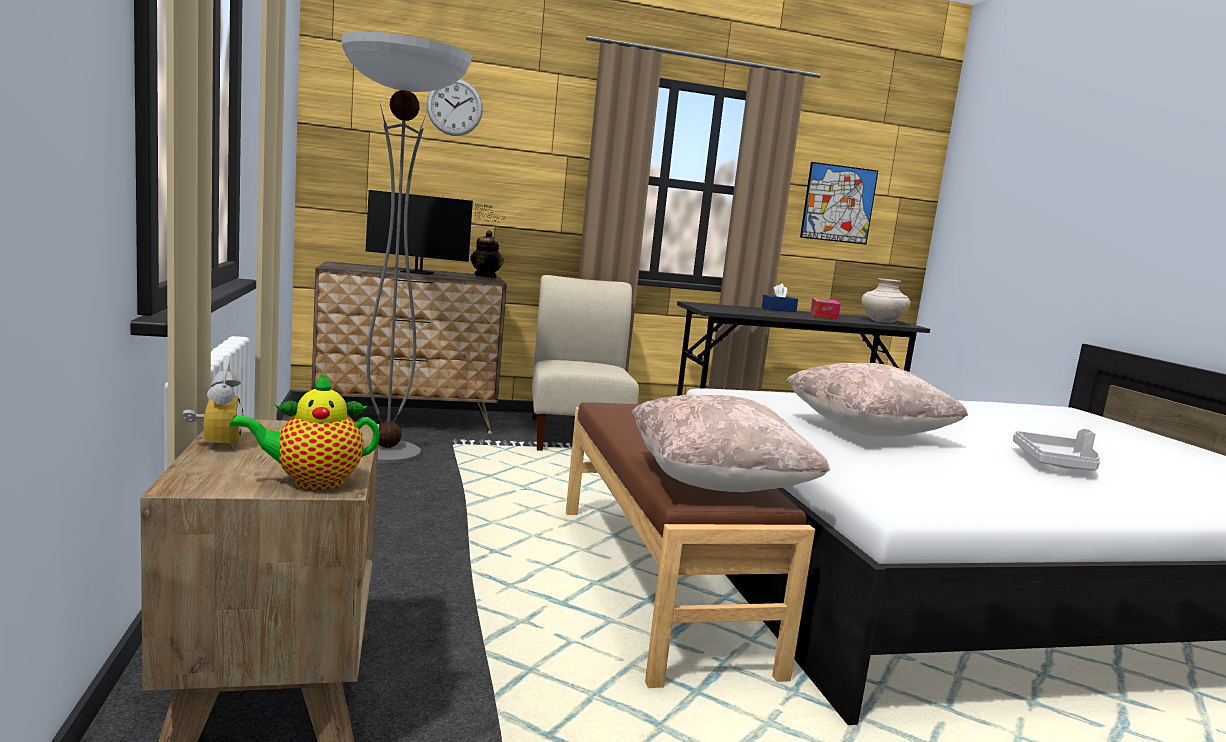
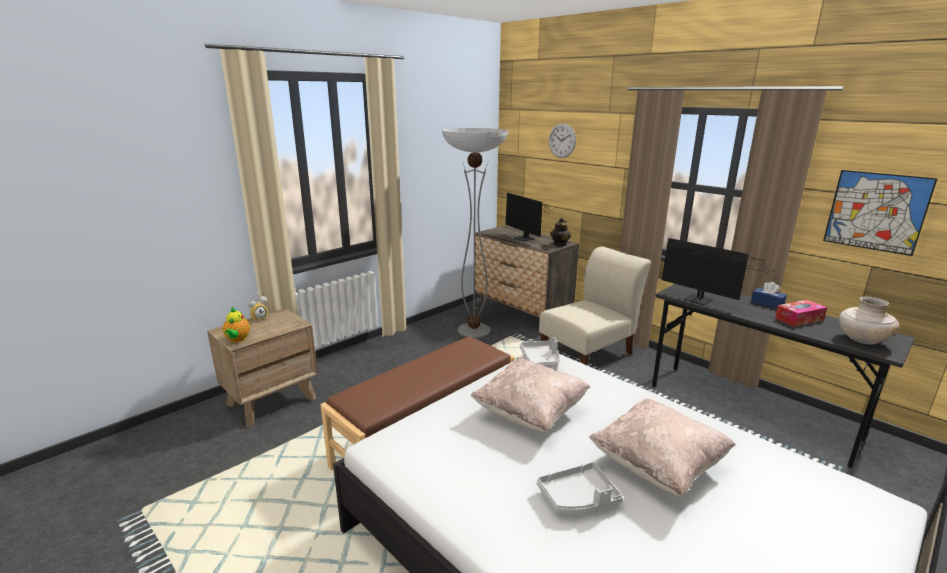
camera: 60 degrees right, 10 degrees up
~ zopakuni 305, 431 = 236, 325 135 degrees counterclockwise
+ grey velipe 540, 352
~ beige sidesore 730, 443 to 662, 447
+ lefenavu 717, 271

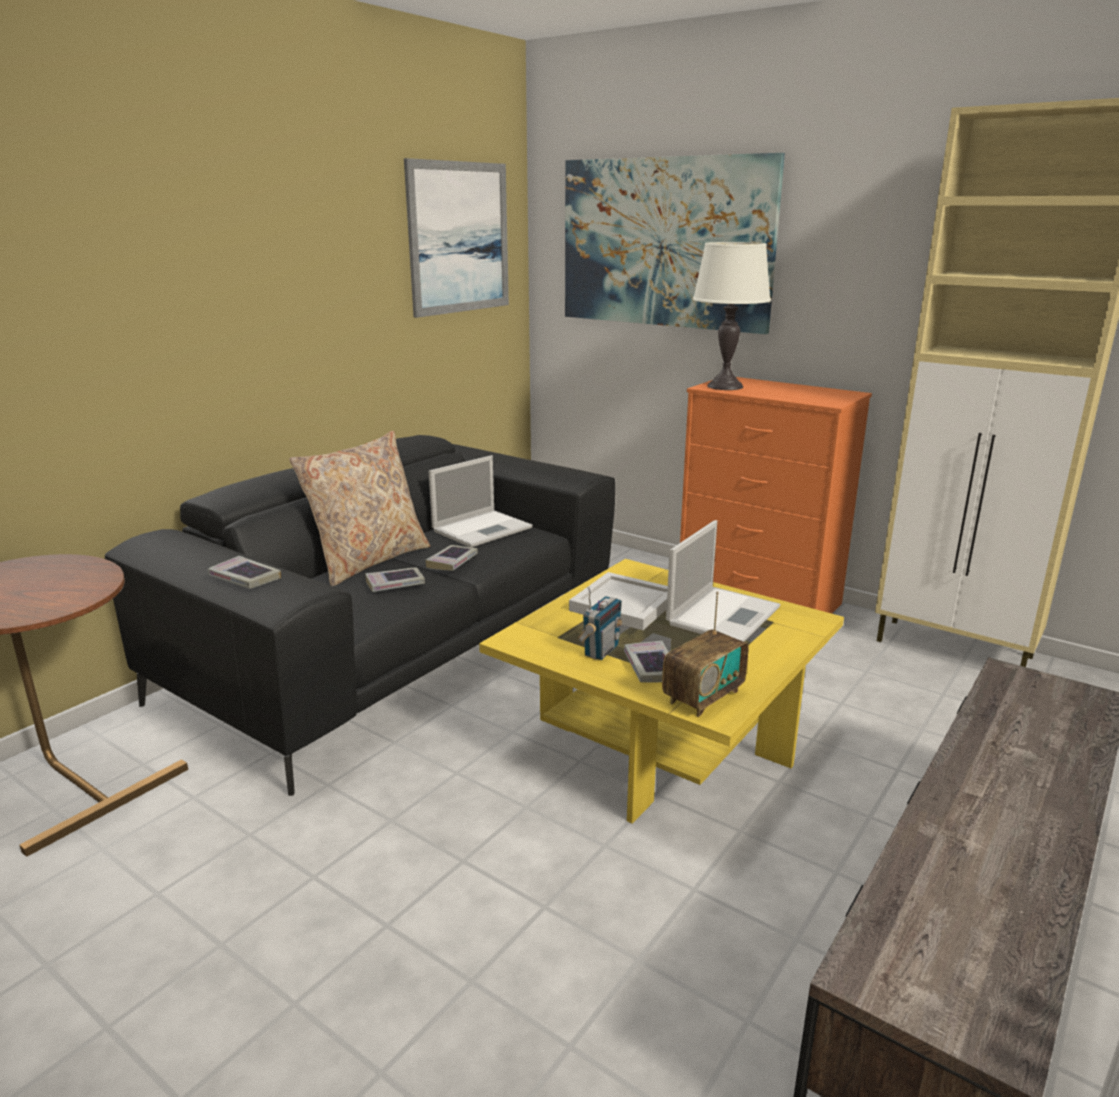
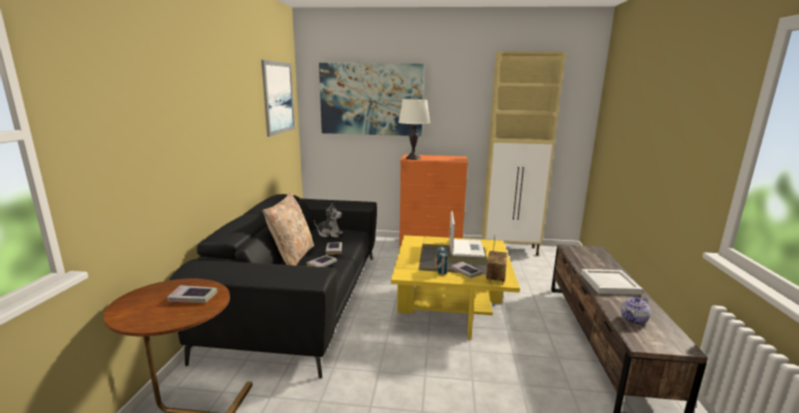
camera: 30 degrees left, 5 degrees down
~ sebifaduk 244, 572 to 192, 294
~ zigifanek 480, 501 to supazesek 328, 220
~ white velipe 618, 601 to 612, 282
+ zopakuni 636, 311

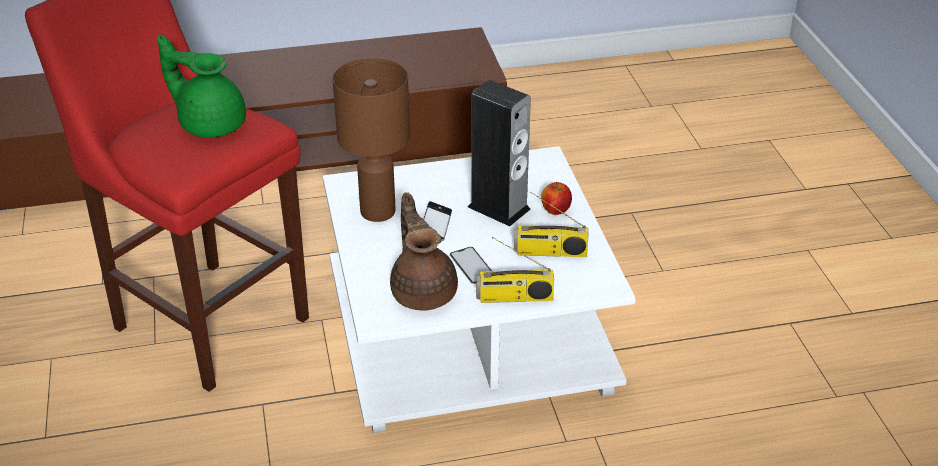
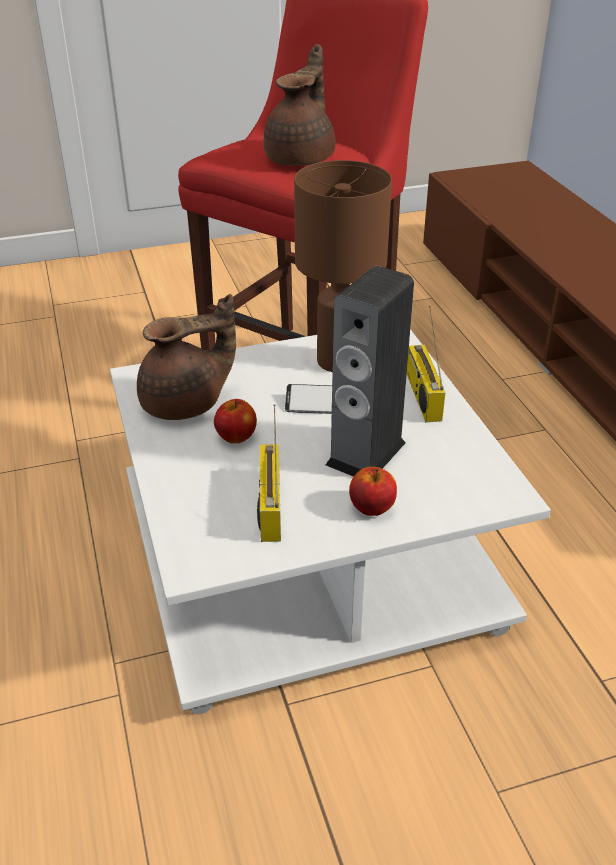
camera: 85 degrees right, 0 degrees up
~ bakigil 471, 265 to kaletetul 235, 421
~ green zopakuni 201, 86 to brown zopakuni 300, 105
~ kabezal 515, 270 to 426, 364

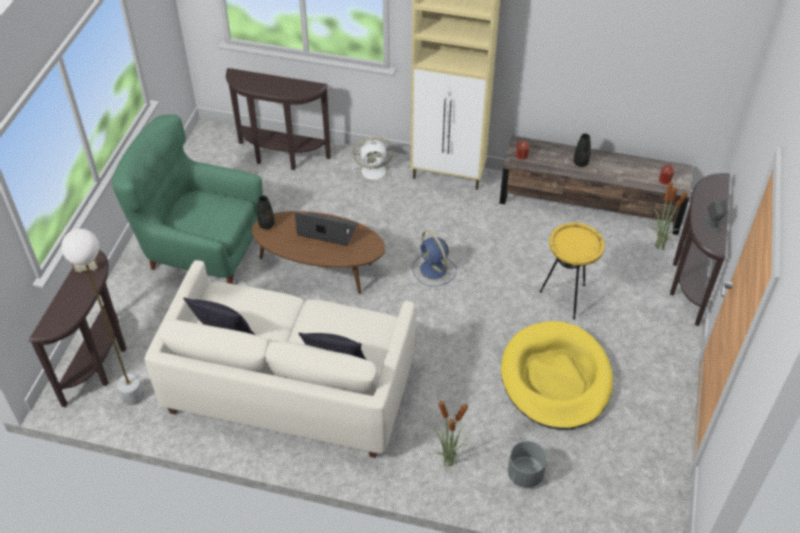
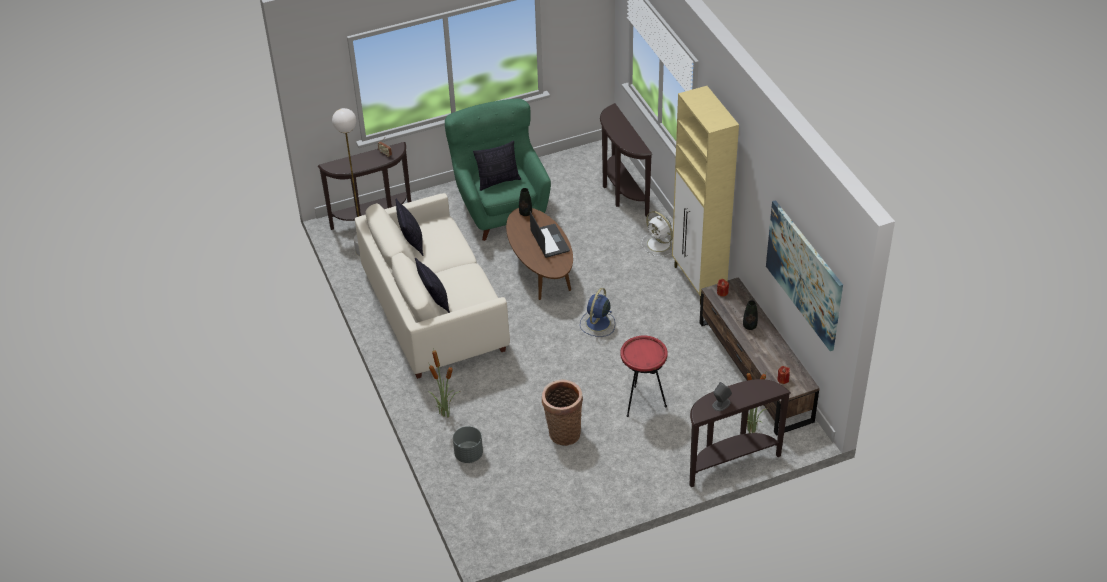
camera: 55 degrees right, 5 degrees down
+ sidesore 497, 166
~ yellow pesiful 557, 375 to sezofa 562, 413
~ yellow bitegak 572, 271 to red bitegak 644, 376
+ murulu 804, 275

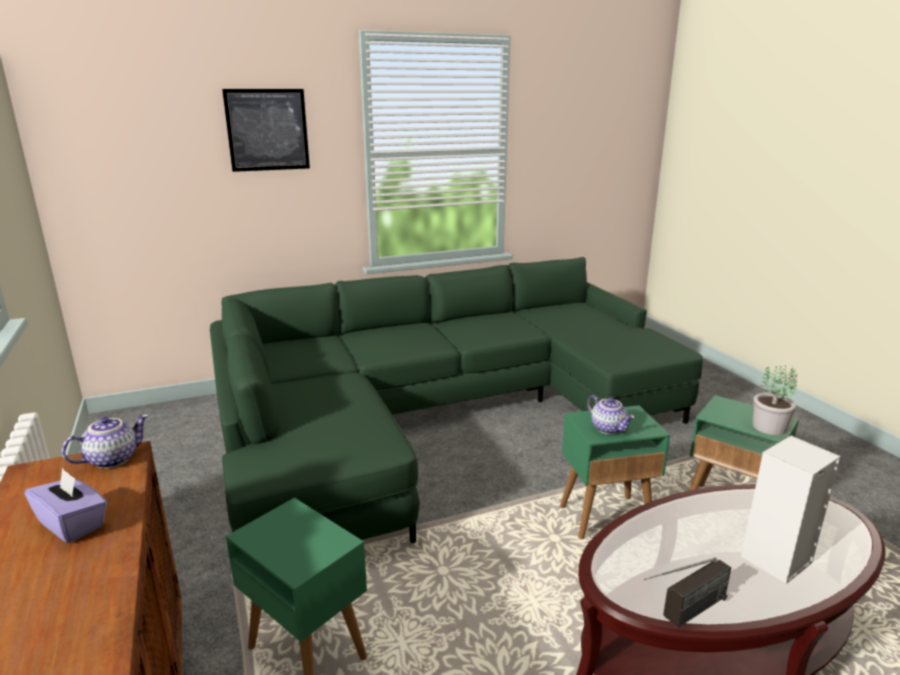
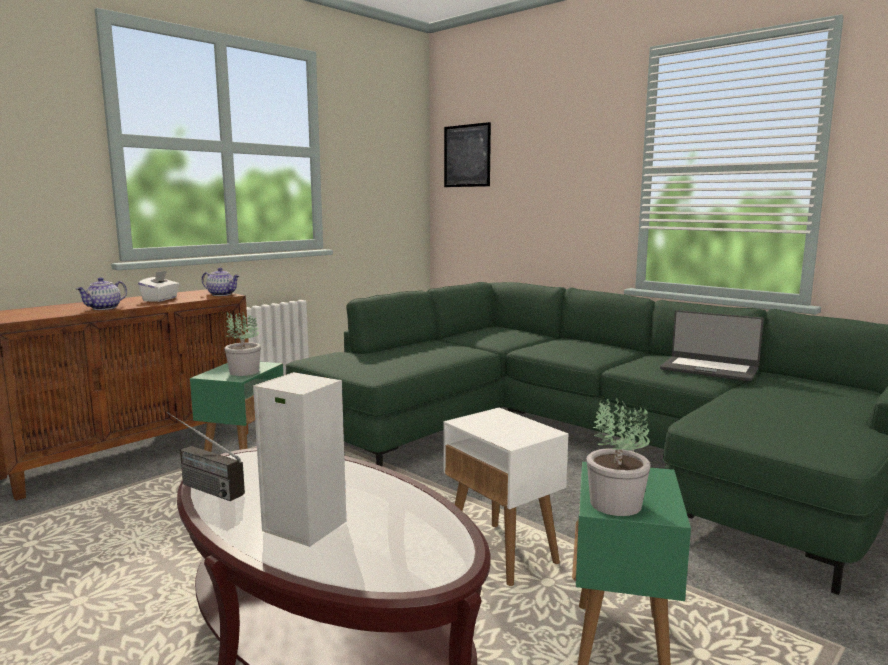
camera: 65 degrees right, 10 degrees down
~ zopakuni 611, 414 to 101, 293
~ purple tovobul 66, 505 to white tovobul 158, 286
+ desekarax 243, 344
~ murulu 266, 130 to 467, 154
~ green bitegak 615, 472 to white bitegak 506, 497
+ zigifanek 712, 345

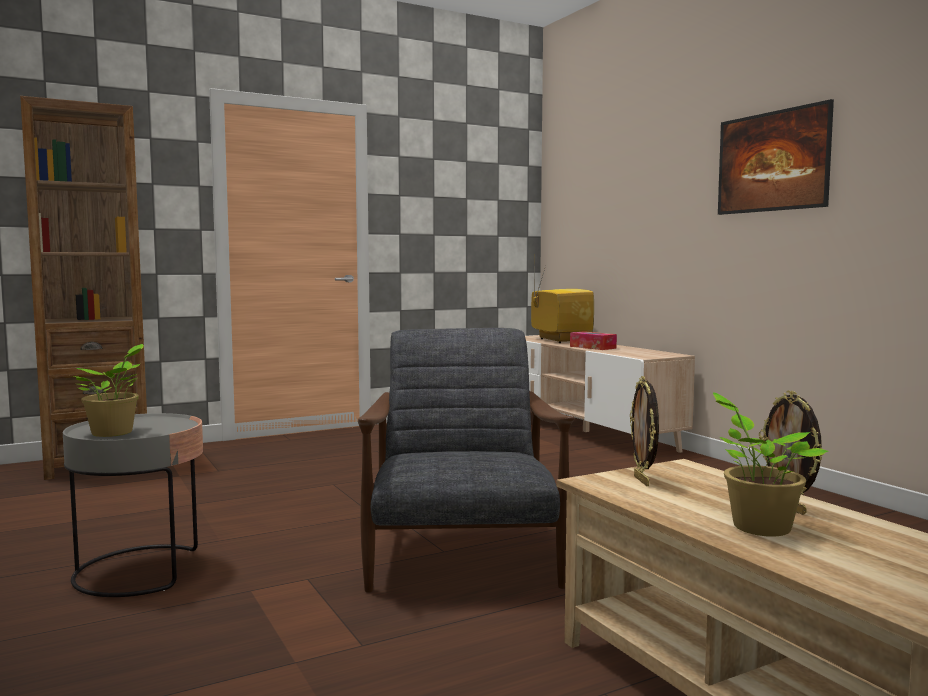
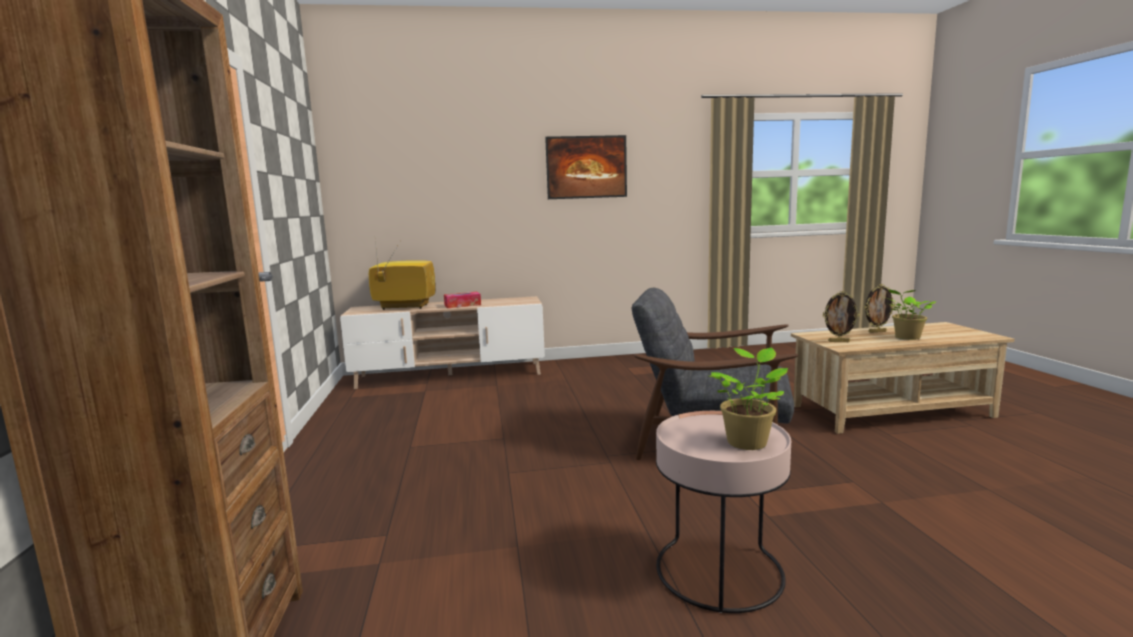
camera: 70 degrees left, 5 degrees up
~ grey bitegak 133, 505 to pink bitegak 723, 512

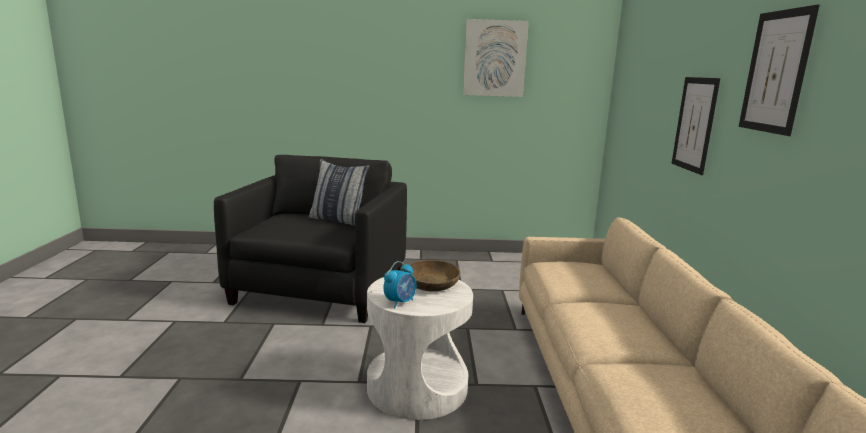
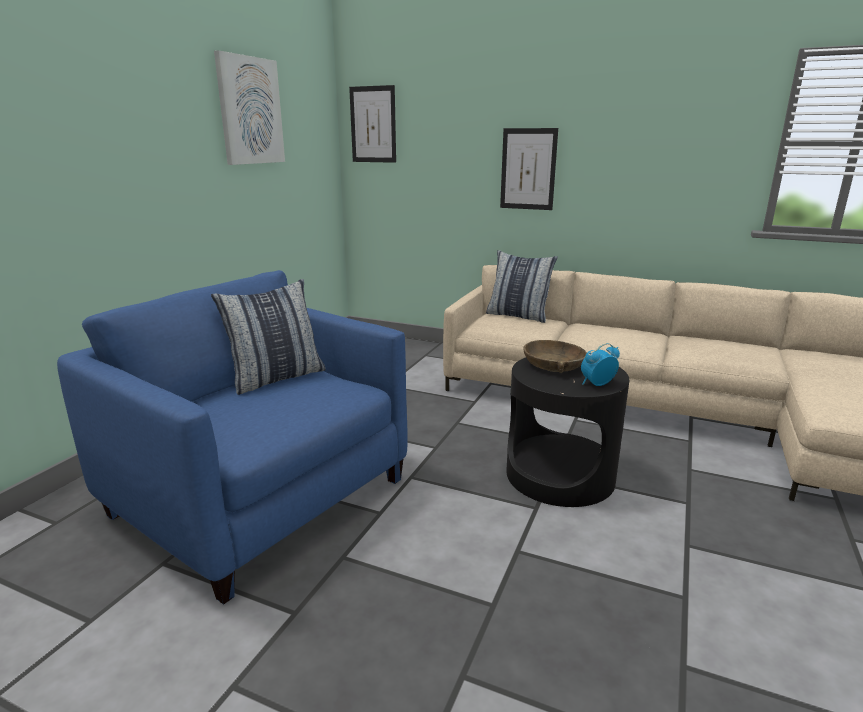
camera: 65 degrees left, 5 degrees up
~ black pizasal 310, 239 to blue pizasal 232, 437
~ murulu 779, 70 to 372, 124
+ sidesore 522, 286
~ white bitegak 420, 348 to black bitegak 567, 432
~ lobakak 399, 284 = 600, 364 90 degrees counterclockwise

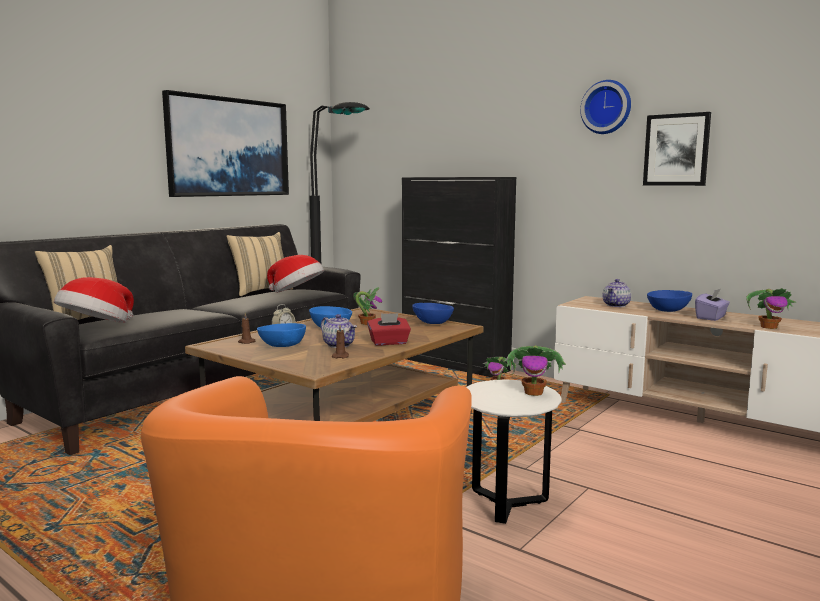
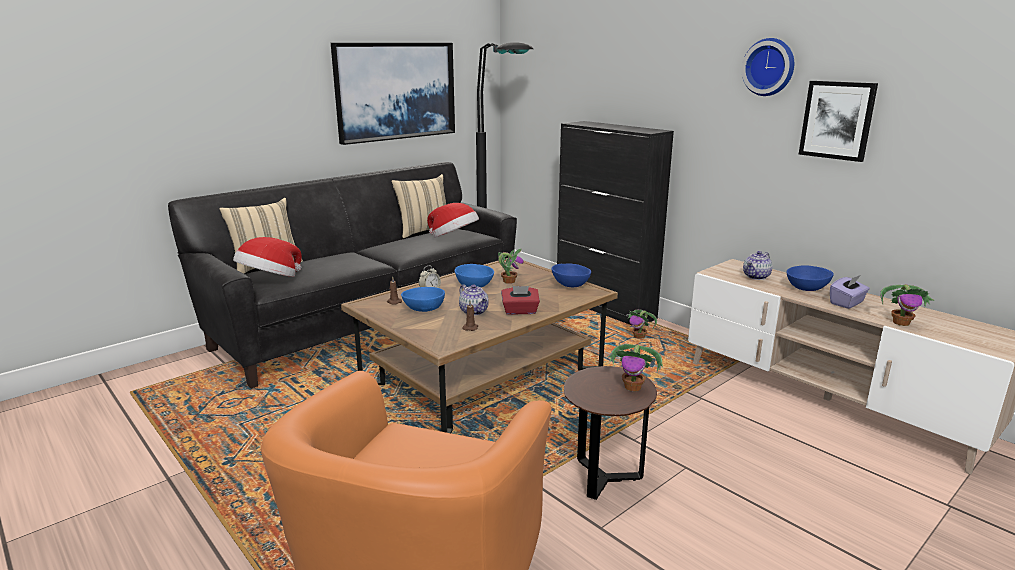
camera: 10 degrees right, 10 degrees up
~ white bitegak 513, 452 to brown bitegak 610, 433

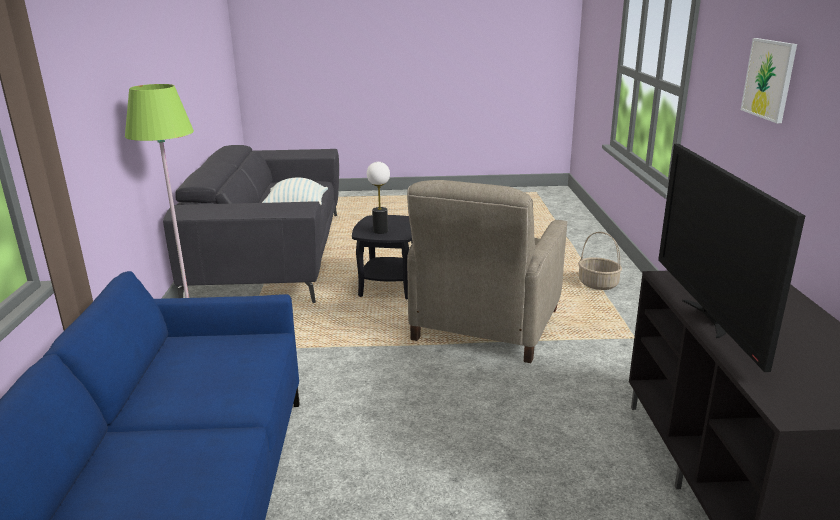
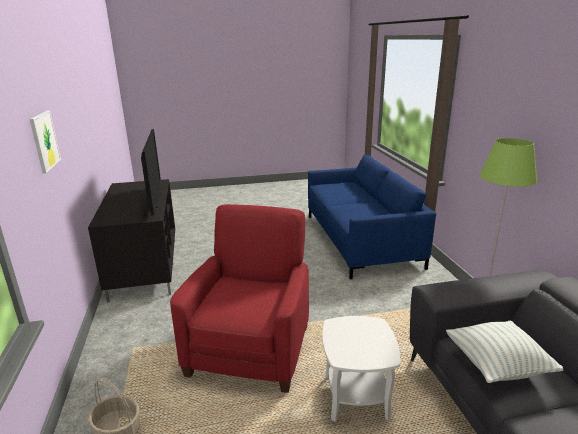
camera: 170 degrees right, 0 degrees up
~ beige pizasal 487, 271 to red pizasal 239, 298
~ black bitegak 382, 257 to white bitegak 361, 369
- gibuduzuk 378, 198

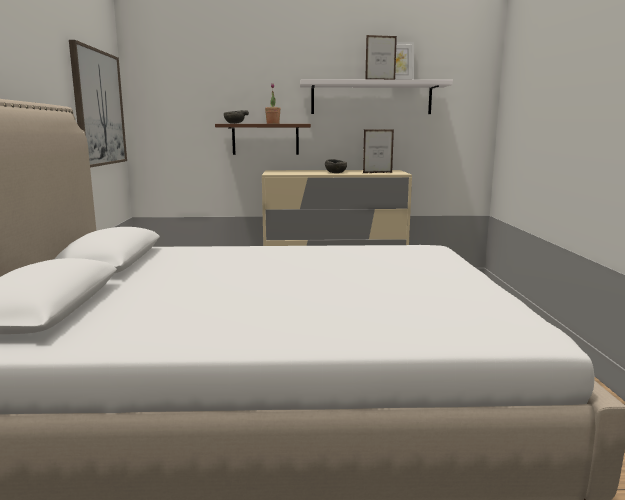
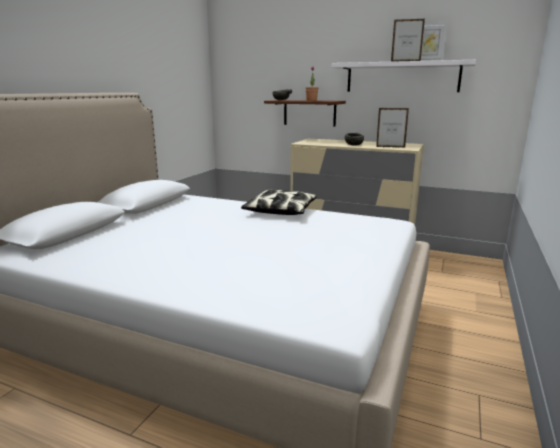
camera: 25 degrees right, 5 degrees up
+ sidesore 279, 202
- murulu 98, 104

